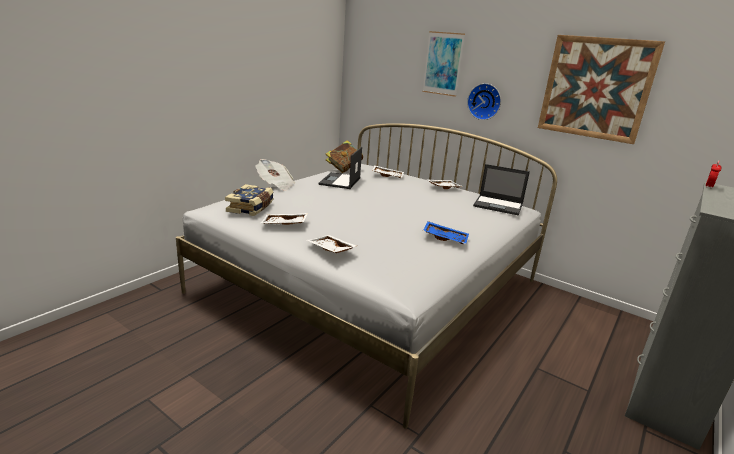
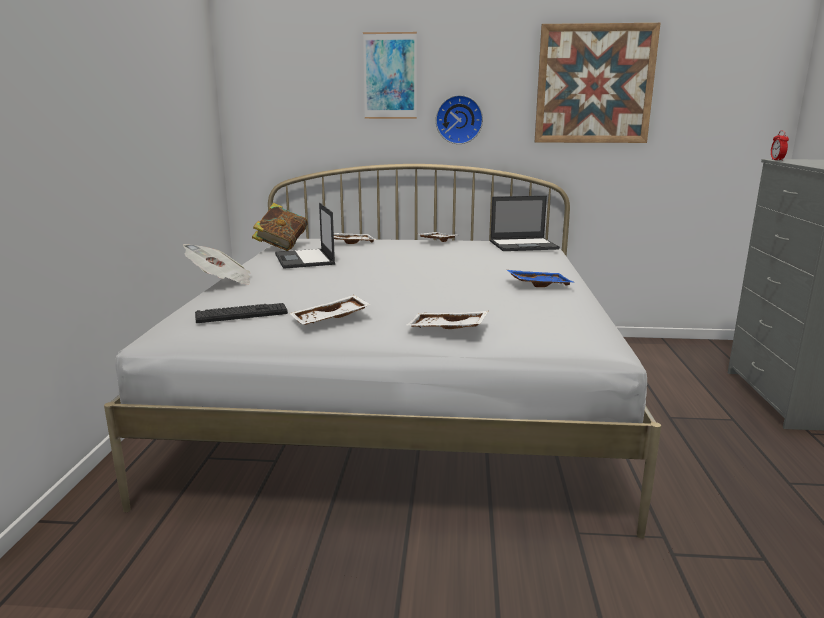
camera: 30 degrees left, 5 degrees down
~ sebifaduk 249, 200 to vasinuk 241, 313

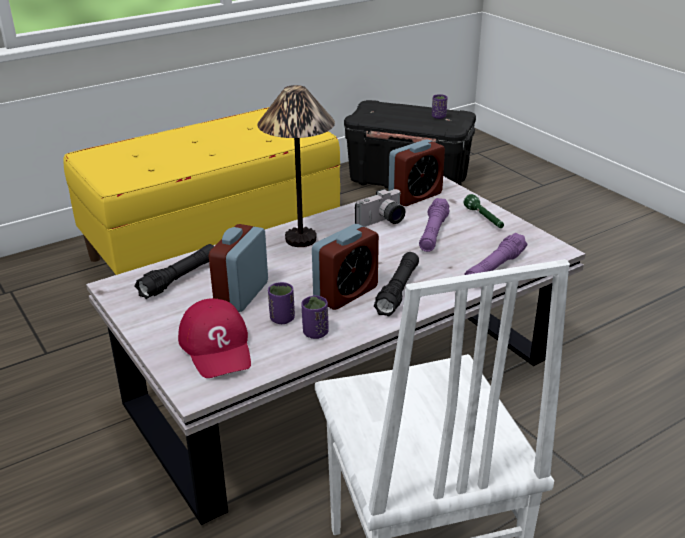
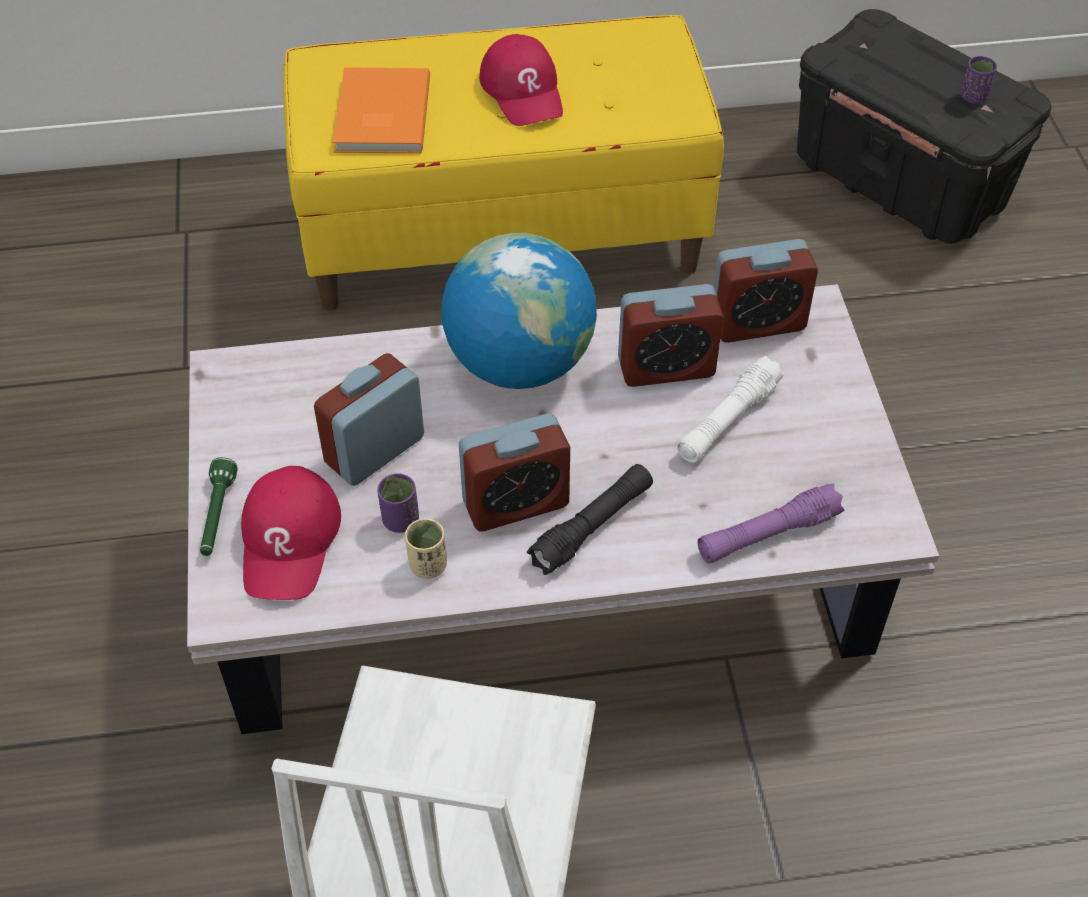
camera: 25 degrees right, 20 degrees up
~ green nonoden 484, 211 to 219, 506
+ orange sebifaduk 381, 110
~ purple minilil 315, 317 to beige minilil 426, 548
~ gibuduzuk 296, 166 to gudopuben 519, 311
+ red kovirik 521, 80
~ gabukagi 380, 208 to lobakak 670, 335
~ purple nonoden 434, 225 to white nonoden 730, 409
- black nonoden 174, 271

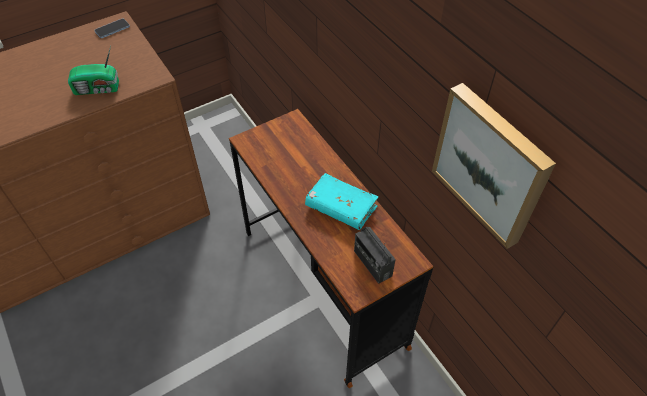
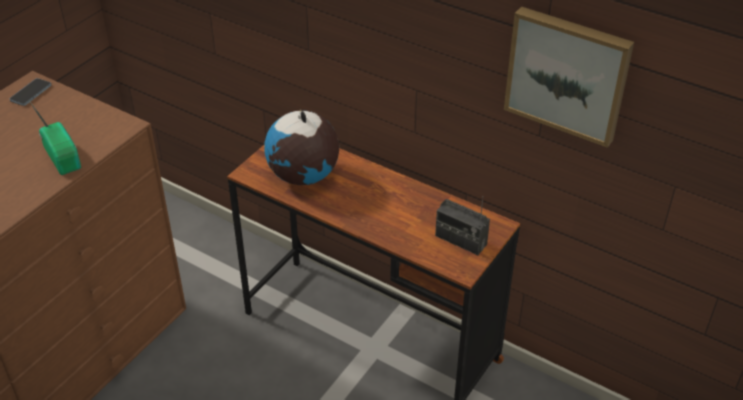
camera: 25 degrees left, 10 degrees down
~ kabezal 93, 70 = 55, 137 90 degrees counterclockwise
+ gudopuben 301, 147
- turquoise sebifaduk 341, 201

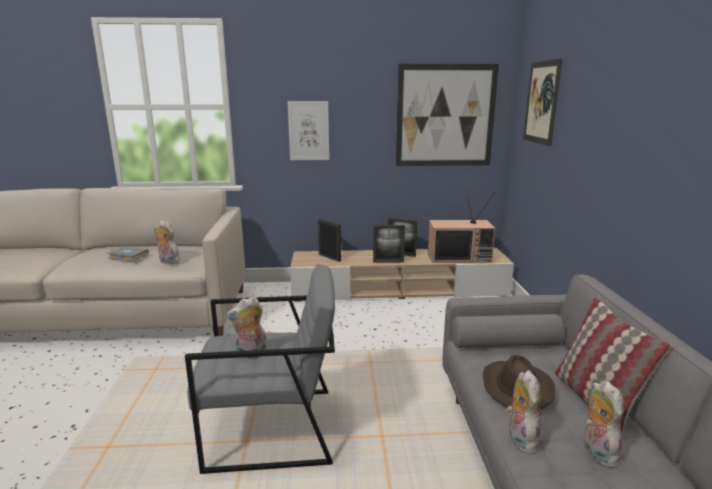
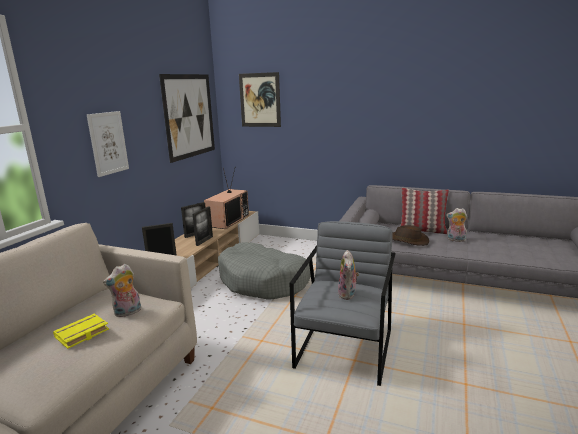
camera: 65 degrees left, 0 degrees up
~ grey sebifaduk 128, 254 to yellow sebifaduk 81, 331
+ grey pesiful 264, 271
- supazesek 524, 412

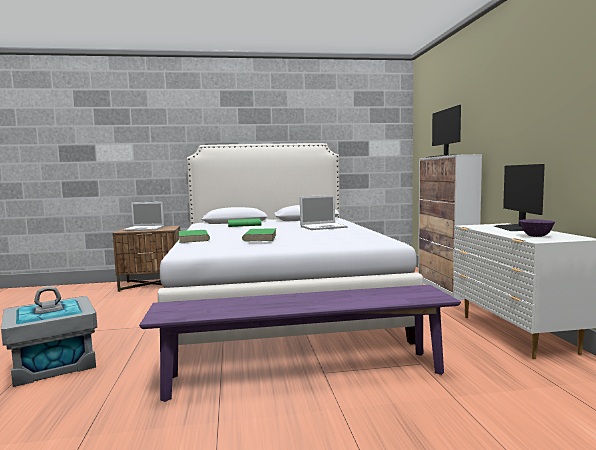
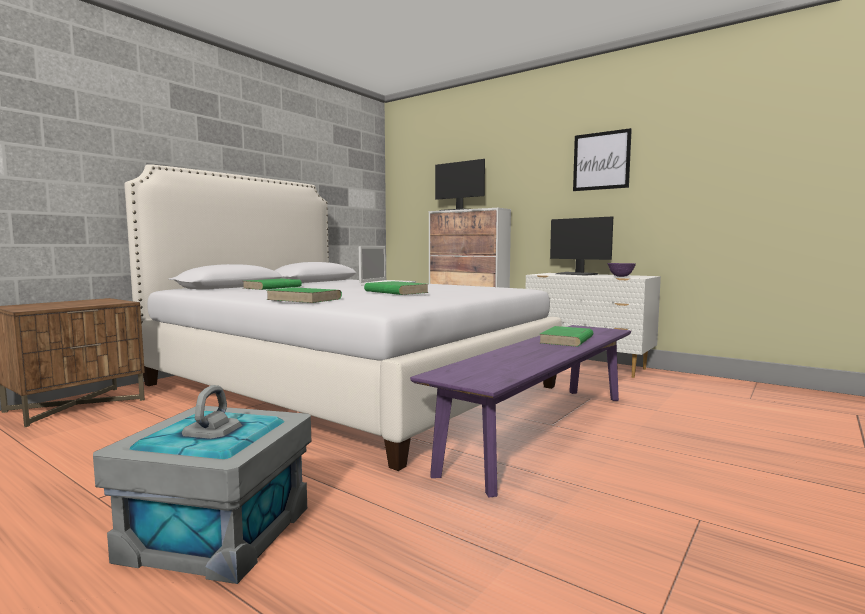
camera: 45 degrees left, 0 degrees up
+ green sebifaduk 566, 336
+ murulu 602, 159
- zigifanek 143, 216

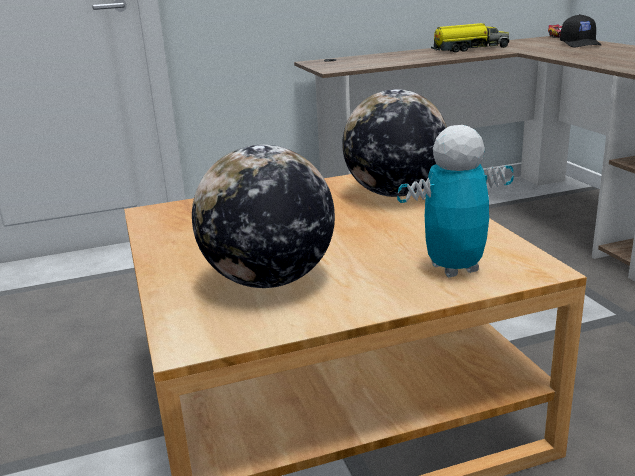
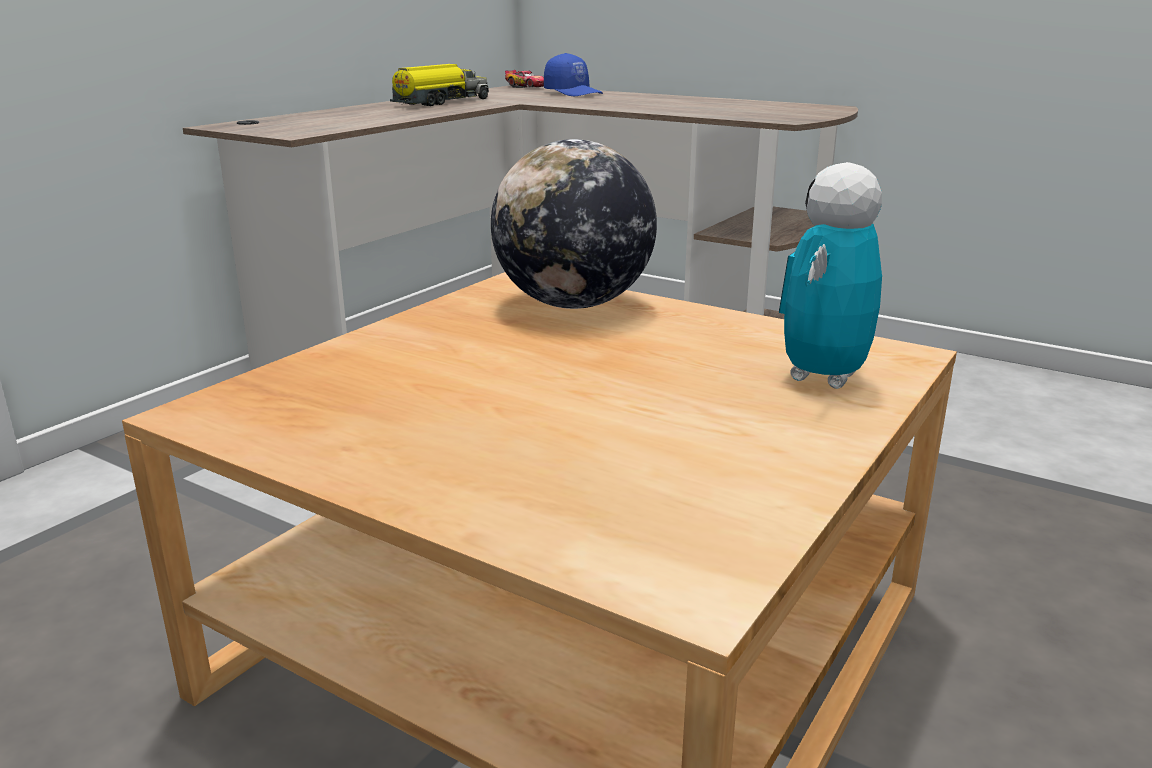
camera: 40 degrees left, 0 degrees up
~ black kovirik 581, 30 to blue kovirik 573, 74
- gudopuben 263, 216

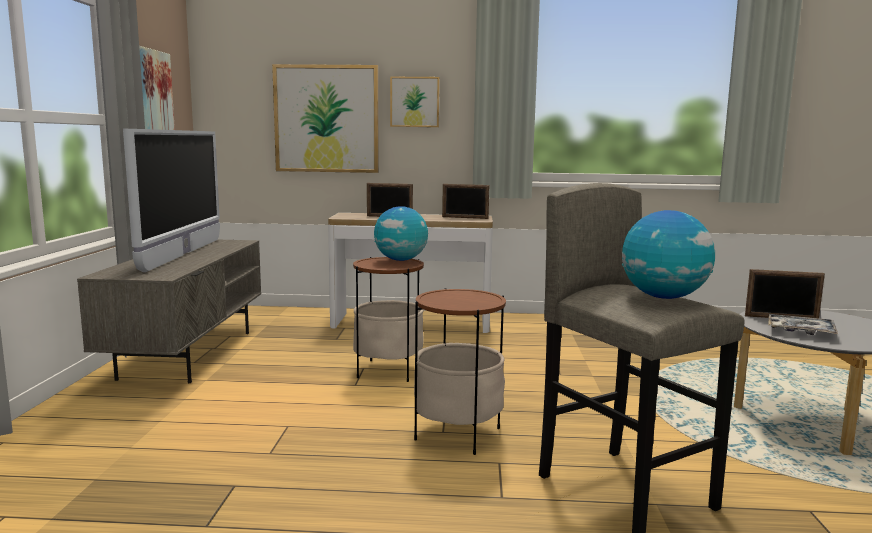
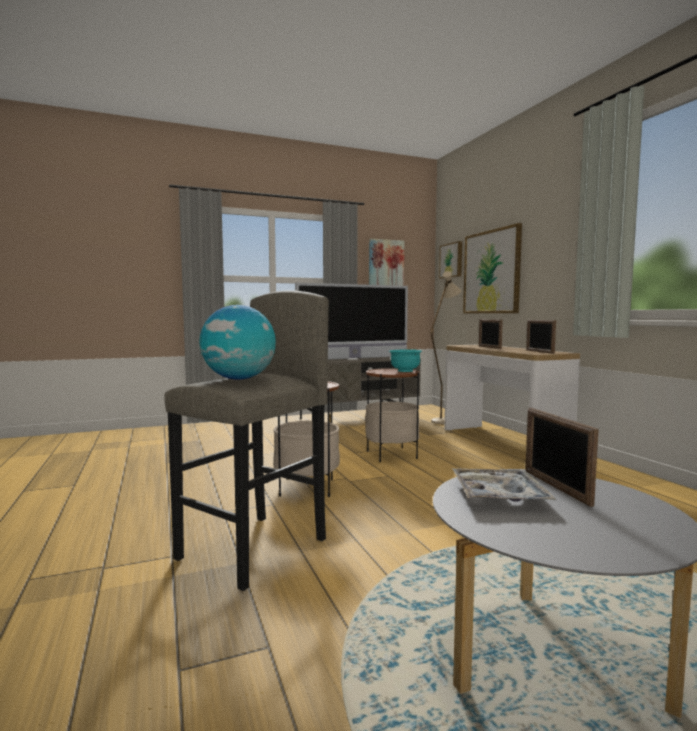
camera: 65 degrees right, 5 degrees down
~ gudopuben 401, 233 to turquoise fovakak 405, 361
+ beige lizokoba 446, 347
~ murulu 415, 102 to 450, 260

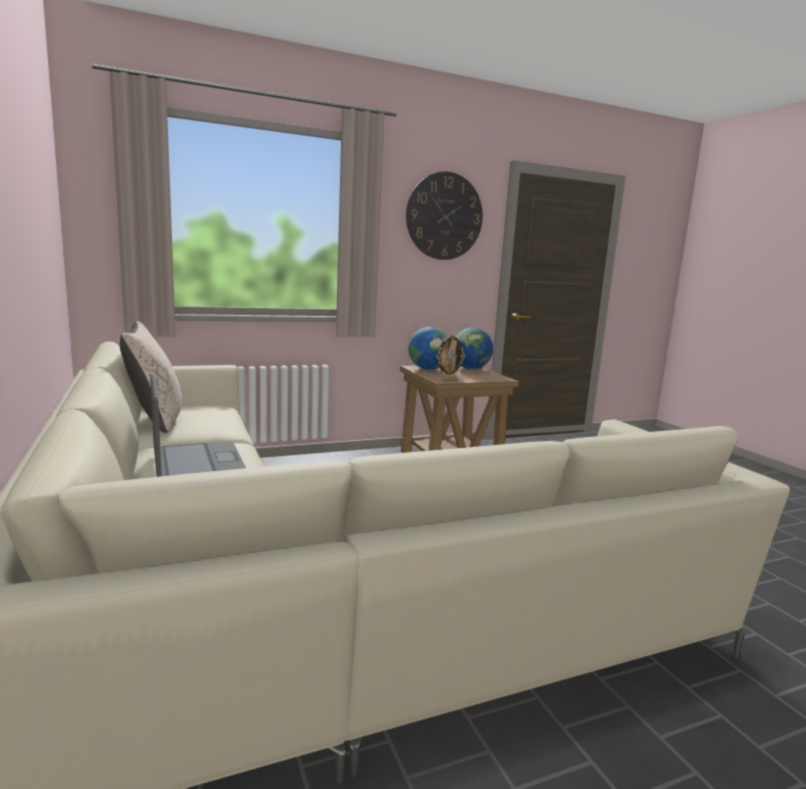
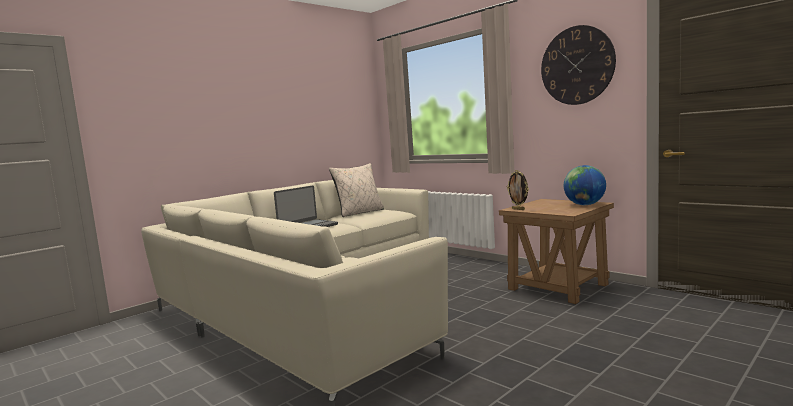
camera: 70 degrees right, 5 degrees down
- gudopuben 428, 348

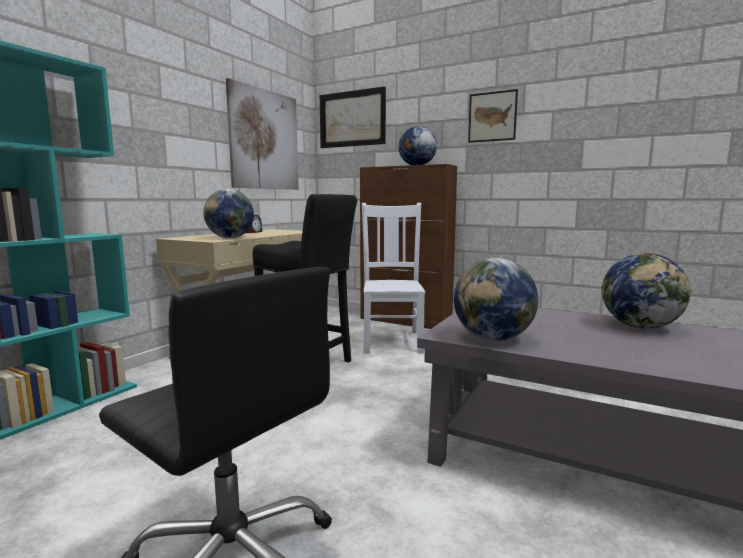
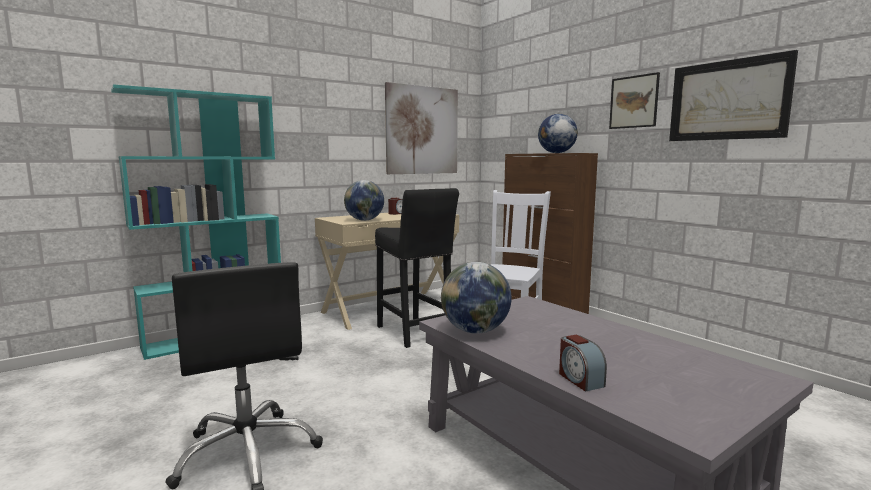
camera: 25 degrees right, 0 degrees up
+ lobakak 583, 363
~ murulu 353, 117 to 733, 95
- gudopuben 647, 291

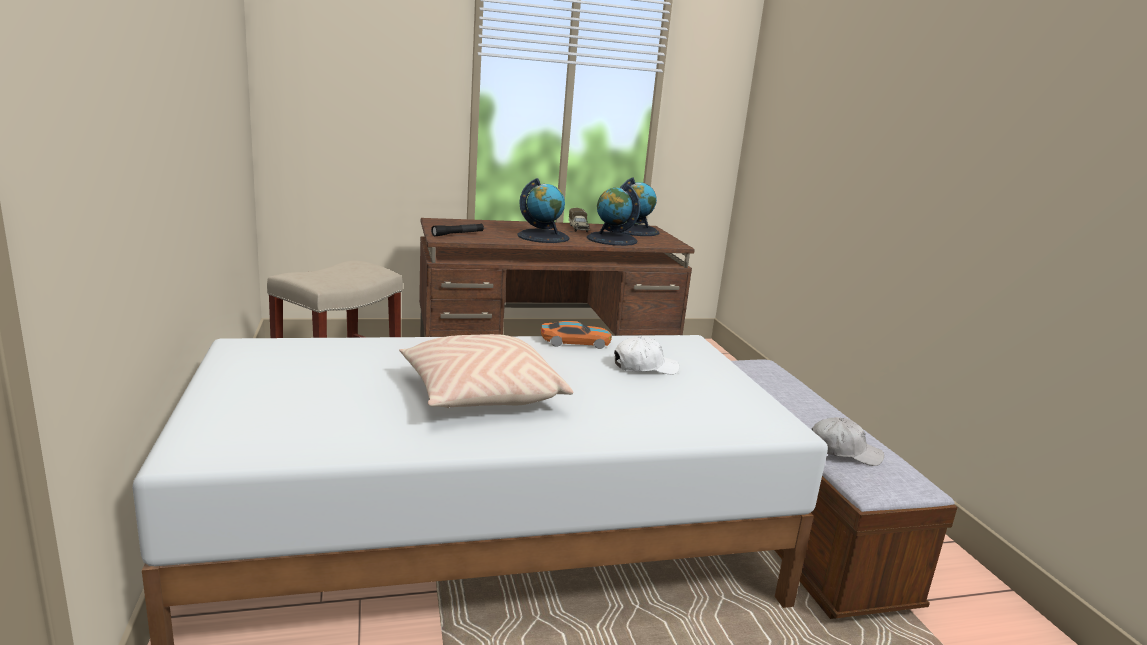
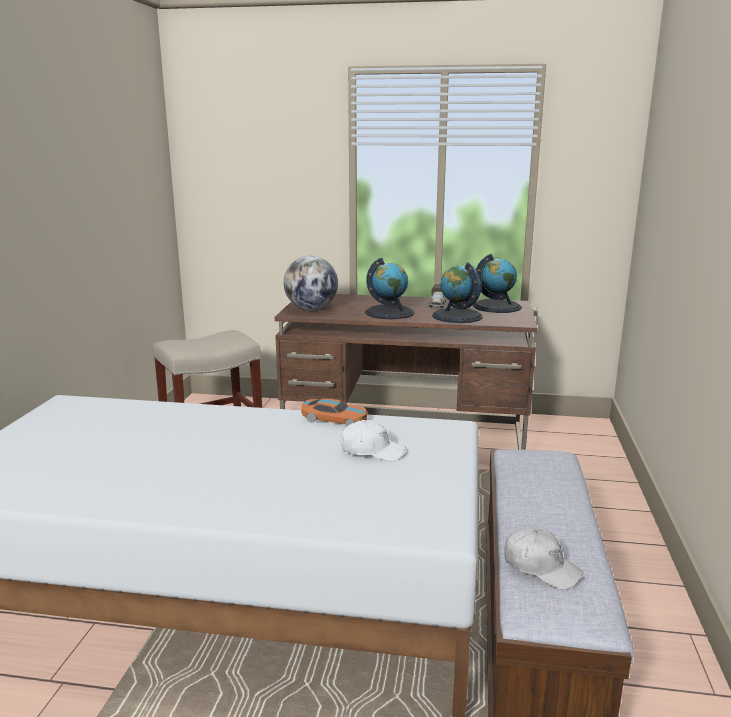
camera: 25 degrees right, 0 degrees up
~ black nonoden 457, 230 to gudopuben 311, 283
- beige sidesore 486, 371

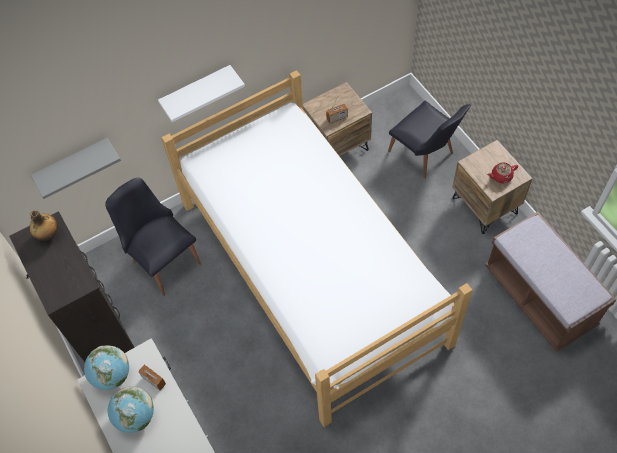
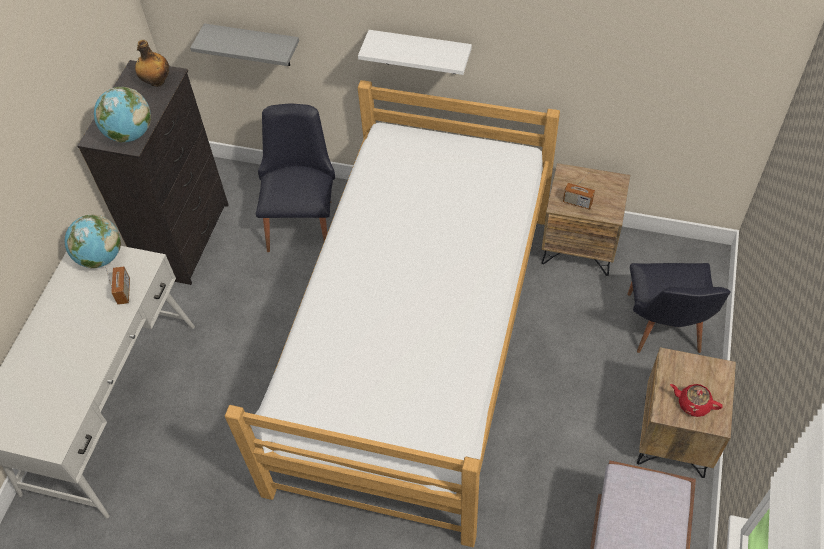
camera: 45 degrees right, 5 degrees down
~ gudopuben 131, 409 to 122, 115

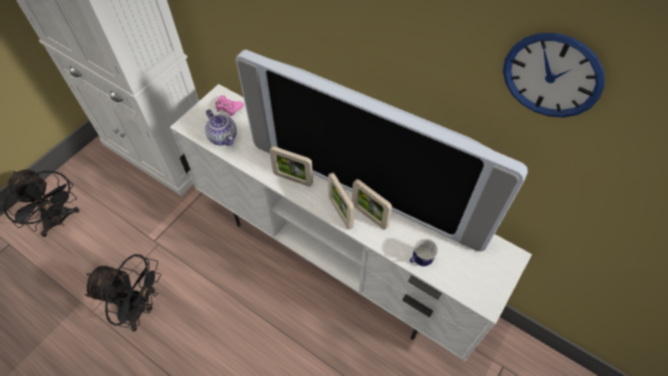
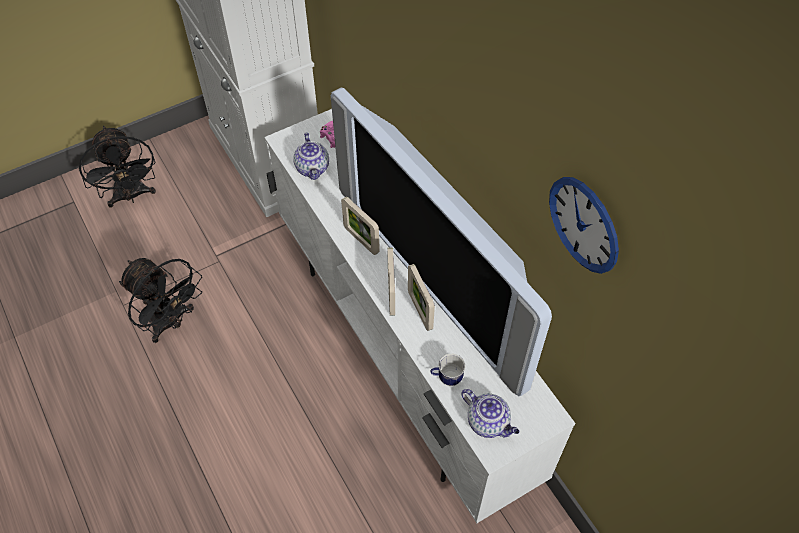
camera: 25 degrees right, 0 degrees up
+ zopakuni 490, 413

